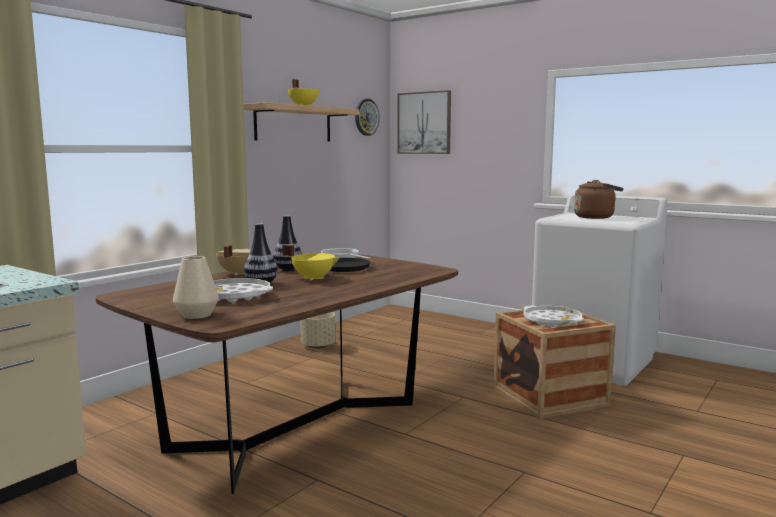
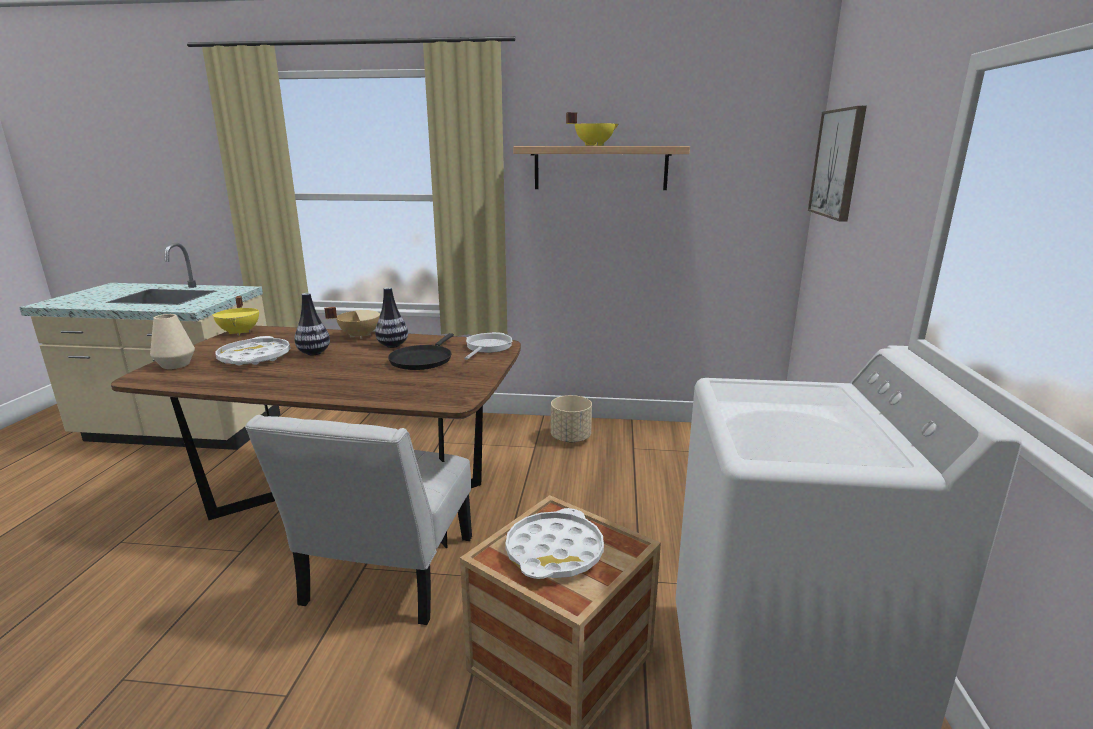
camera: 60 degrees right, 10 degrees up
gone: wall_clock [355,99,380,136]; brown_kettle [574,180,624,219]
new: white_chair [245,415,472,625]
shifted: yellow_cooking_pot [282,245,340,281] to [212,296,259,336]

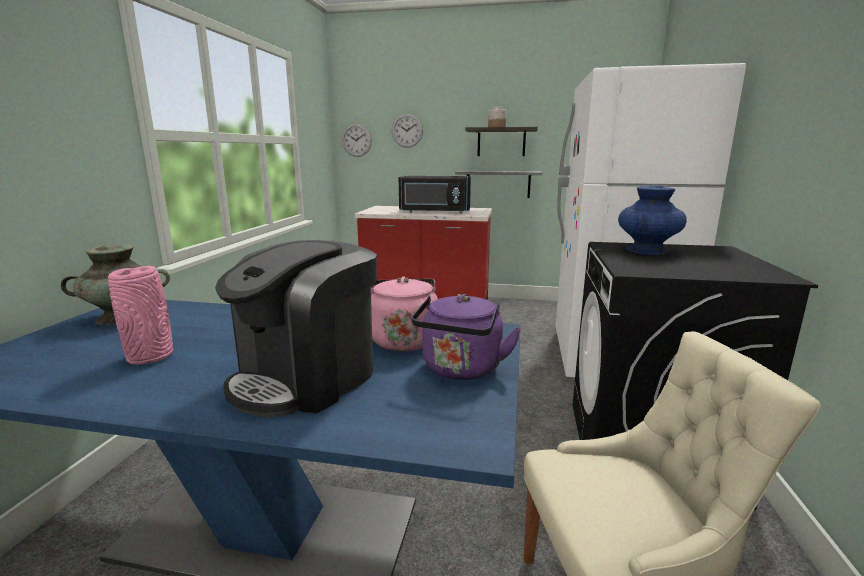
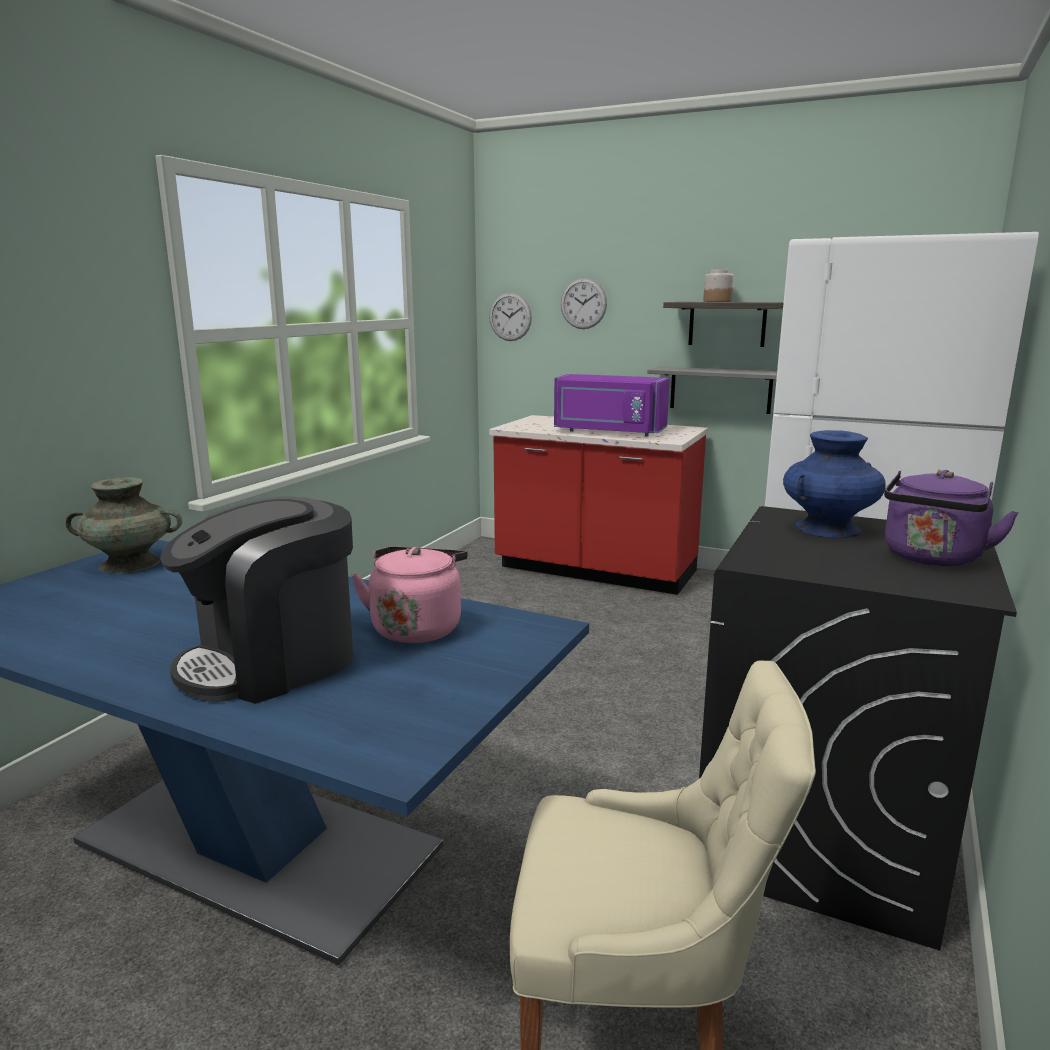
camera: 15 degrees right, 0 degrees up
gone: pink_vase [108,266,173,365]
shifted: purple_kettle [411,294,521,380] to [884,470,1019,567]
repainted: black_microwave [399,176,471,214] to purple_microwave [554,374,670,436]

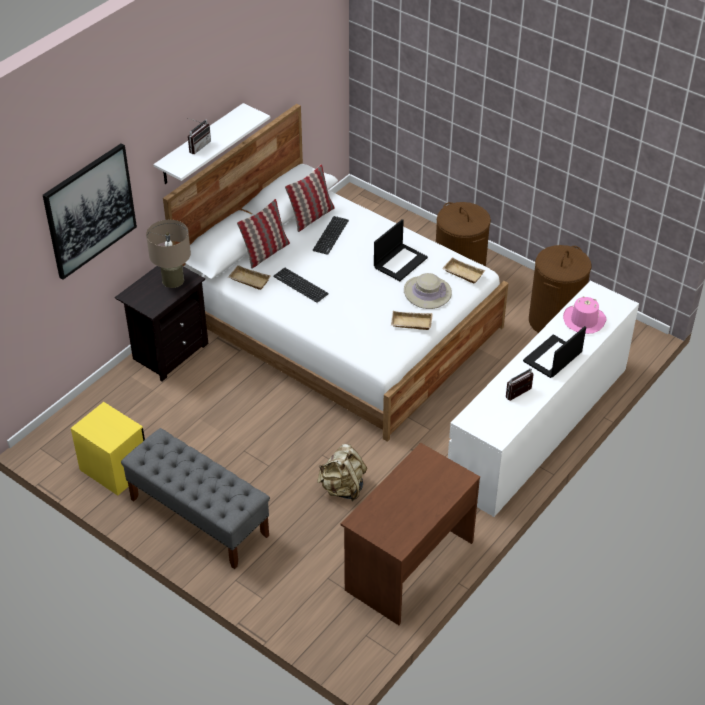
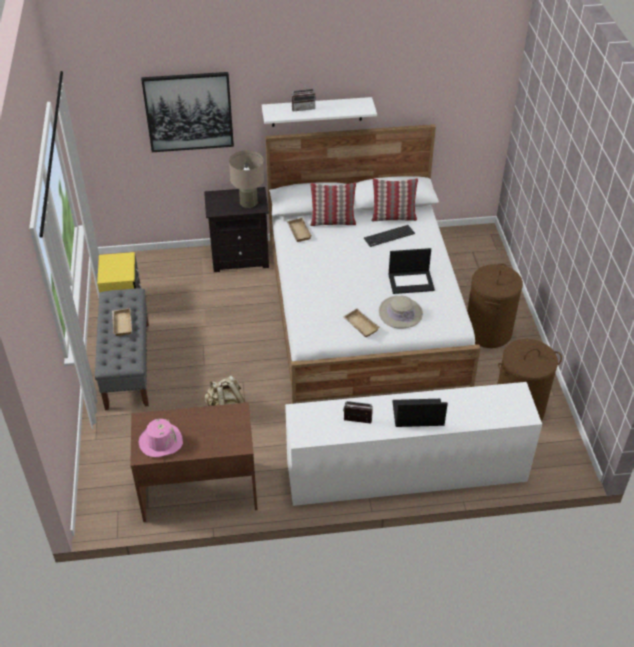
camera: 45 degrees right, 0 degrees up
gone: keyboard [273,268,329,303]
shifted: beige_tray [442,257,485,284] to [112,308,132,336]; pink_hat [563,296,606,334] to [139,419,183,457]

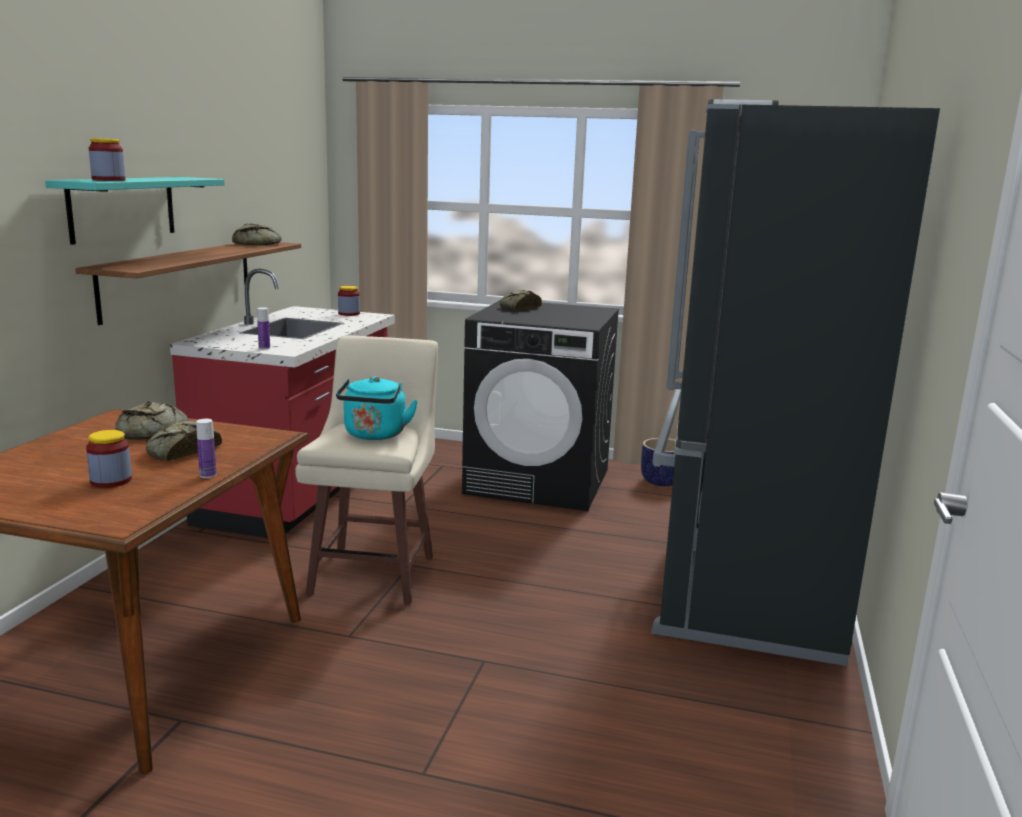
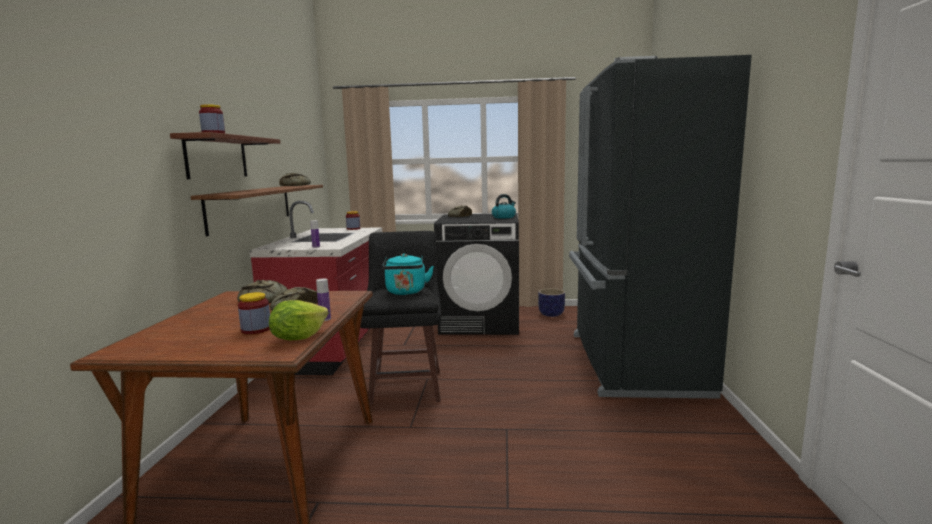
camera: 10 degrees left, 5 degrees down
new: lettuce [269,300,328,340]; kettle [492,194,516,218]
repainted: turquoise_shelf [45,177,225,245] to brown_shelf [170,132,280,179]; beige_stool [295,335,438,604] to black_stool [360,231,441,406]

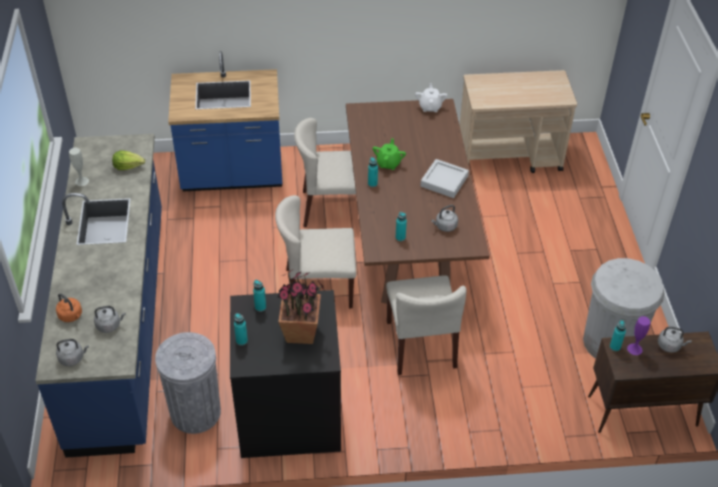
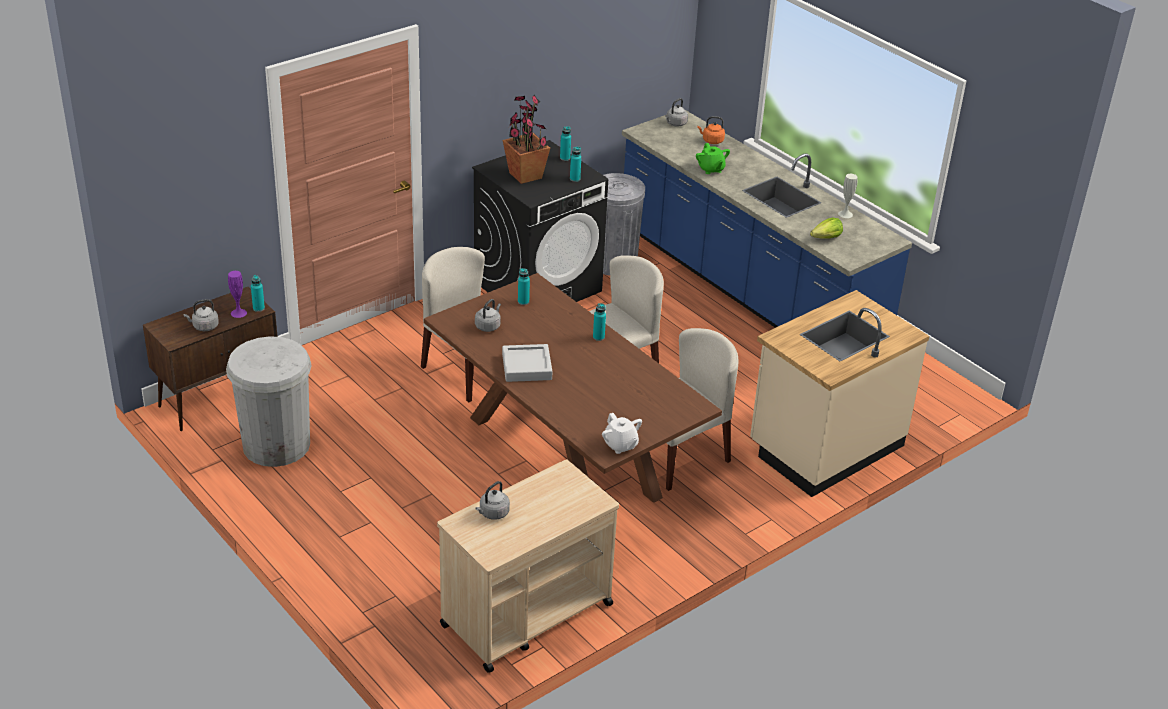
camera: 145 degrees right, 10 degrees down
shifted: grey_kettle [94,306,126,333] to [475,481,510,520]; green_teapot [373,138,406,170] to [696,143,730,174]
repainted: blue_counter [168,51,282,191] to beige_counter [750,290,929,497]

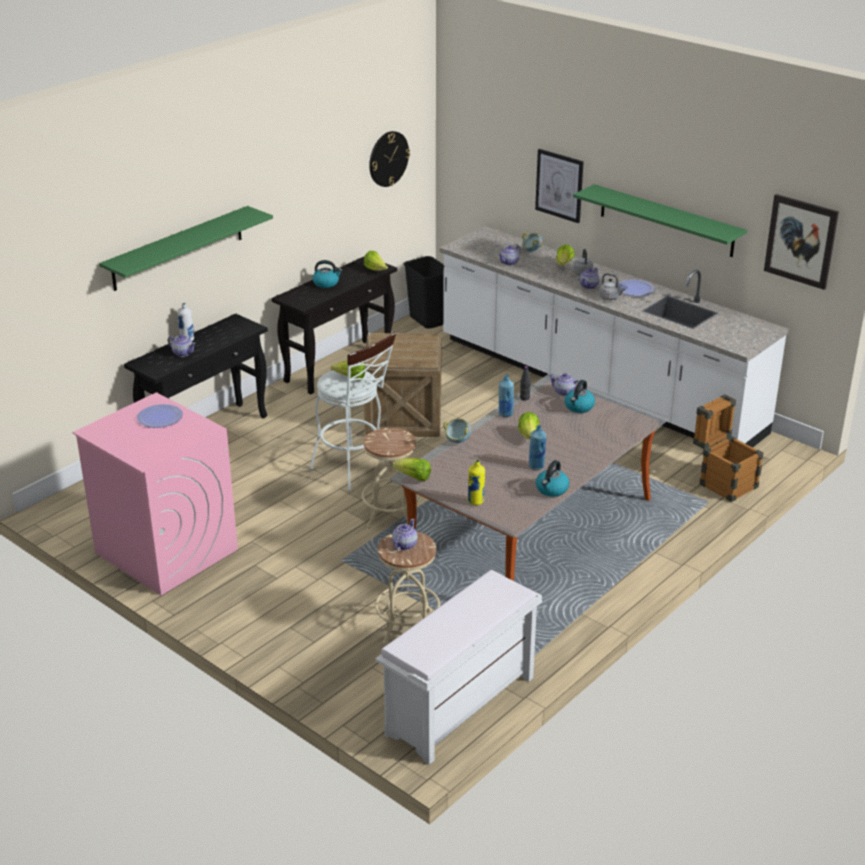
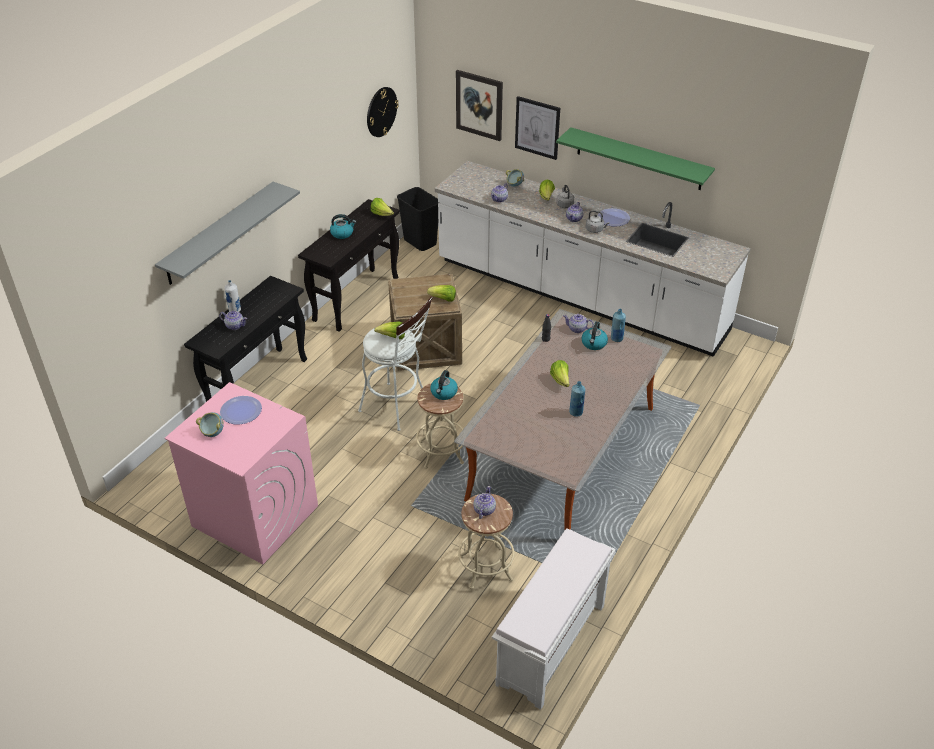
camera: 10 degrees left, 10 degrees up
gone: yellow_bottle [467,460,485,505]; crate [693,394,764,502]
shifted: lettuce [393,458,431,481] to [427,285,456,301]; bowl [443,418,471,443] to [196,412,224,437]; blue_bottle [499,375,514,417] to [611,309,626,342]; kettle [536,460,569,497] to [430,370,458,400]; picture [764,194,839,290] to [456,70,503,141]
repainted: green_shelf [99,206,273,291] to grey_shelf [155,182,300,285]

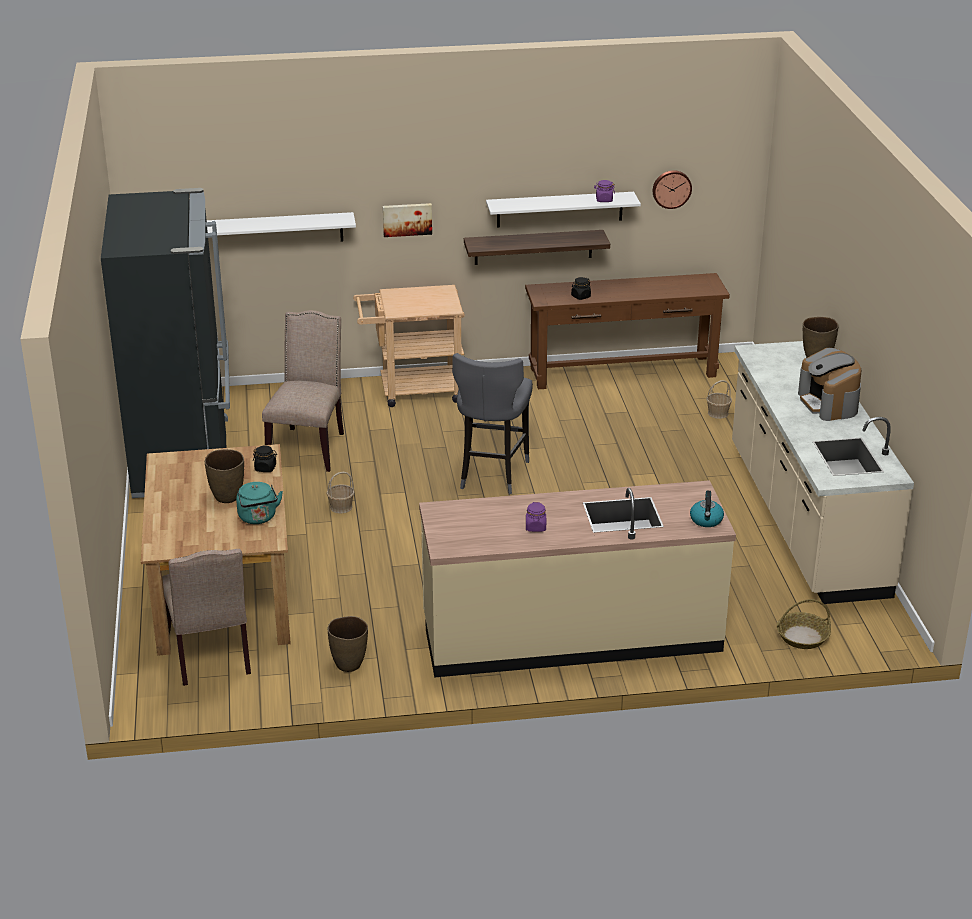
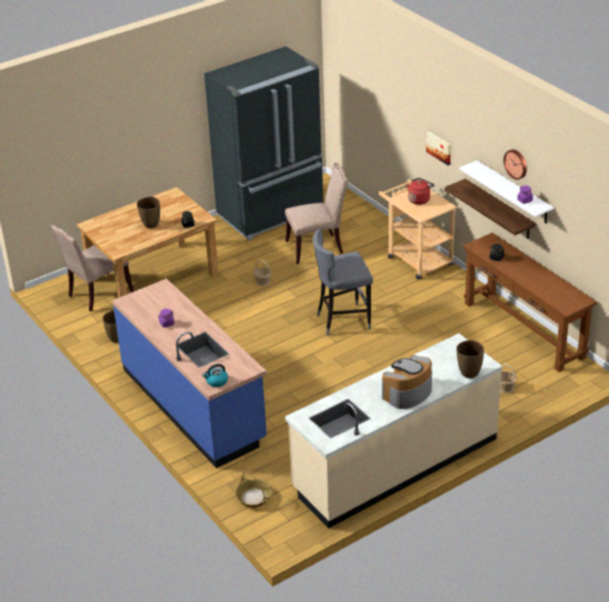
camera: 65 degrees right, 5 degrees up
gone: white_shelf [207,212,356,242]; turquoise_kettle [236,482,283,524]
new: red_kettle [407,178,434,205]
shifted: wall_clock [653,170,692,209] to [504,150,527,180]
repainted: beige_counter [419,480,736,678] to blue_counter [112,278,267,468]

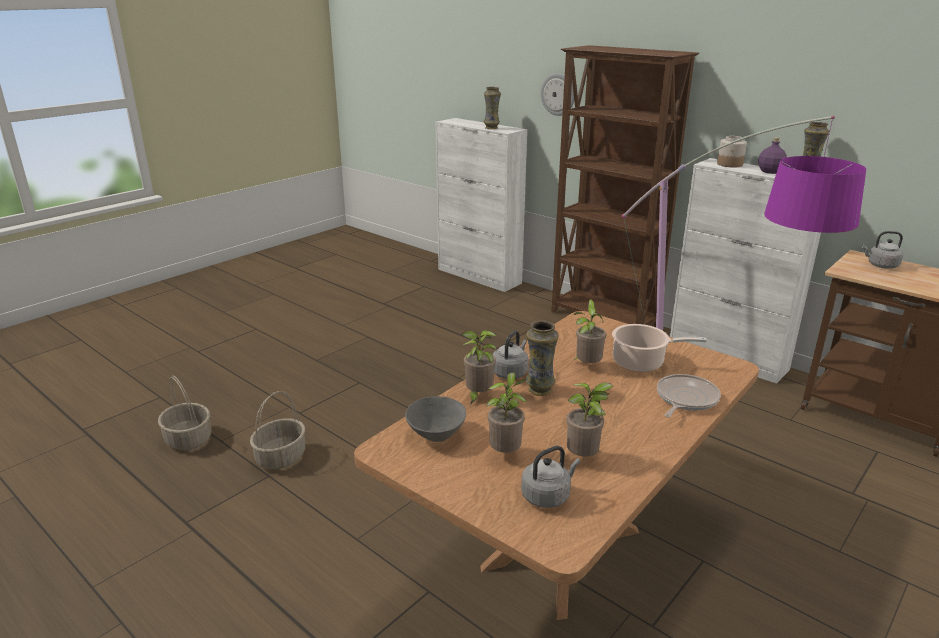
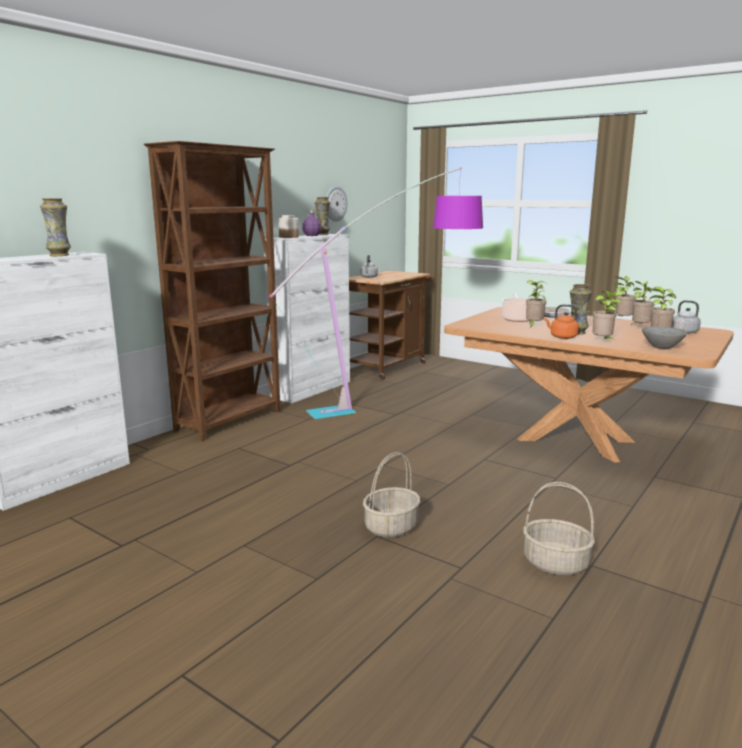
camera: 95 degrees left, 10 degrees down
new: potted_plant [614,276,636,316]
shifted: basket [158,376,211,450] to [363,452,420,538]; wall_clock [541,73,574,116] to [326,186,348,222]
repainted: grey_kettle [492,331,529,379] to orange_kettle [544,304,579,339]

